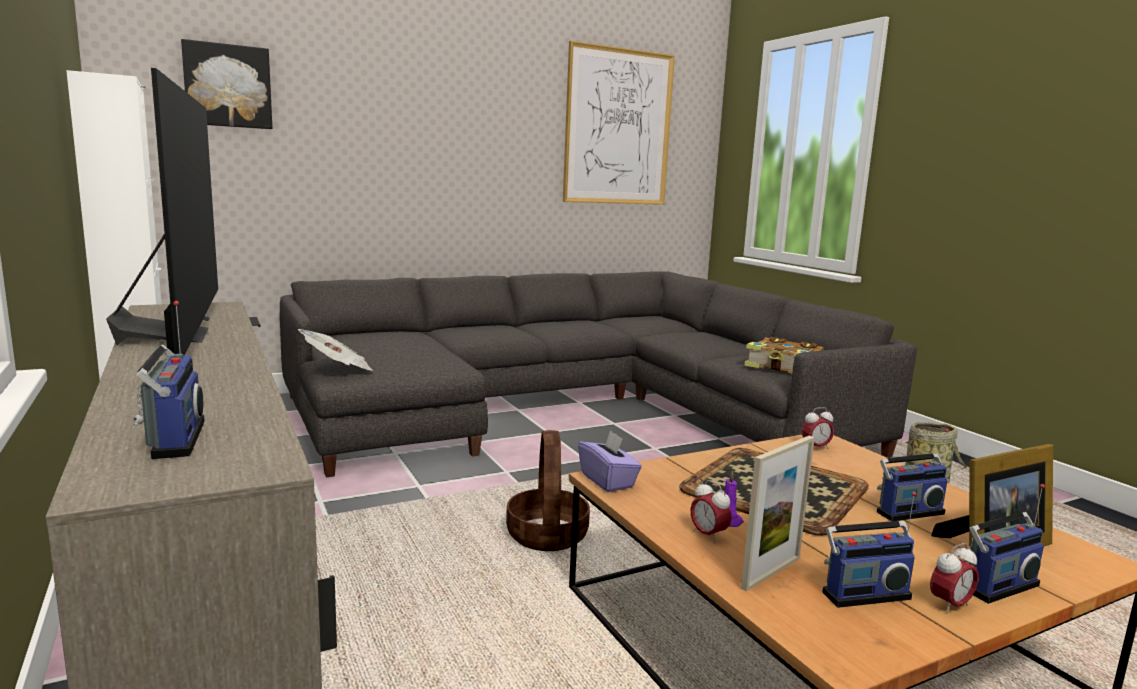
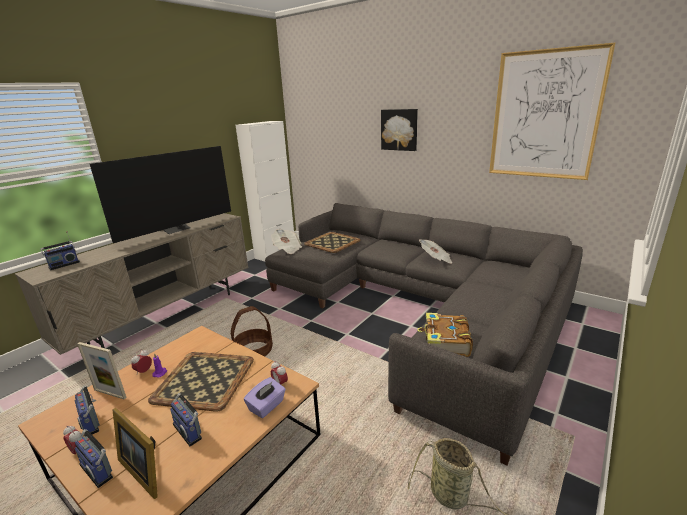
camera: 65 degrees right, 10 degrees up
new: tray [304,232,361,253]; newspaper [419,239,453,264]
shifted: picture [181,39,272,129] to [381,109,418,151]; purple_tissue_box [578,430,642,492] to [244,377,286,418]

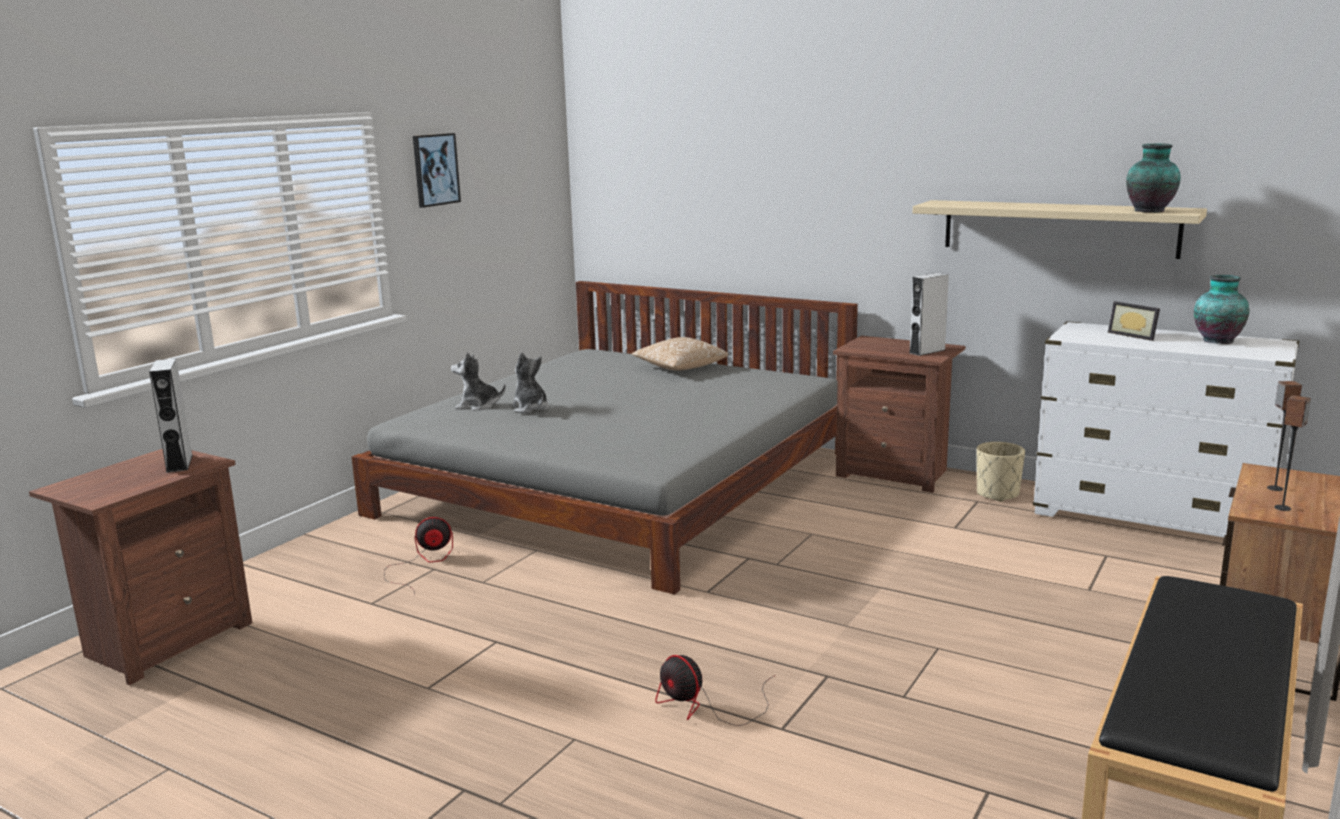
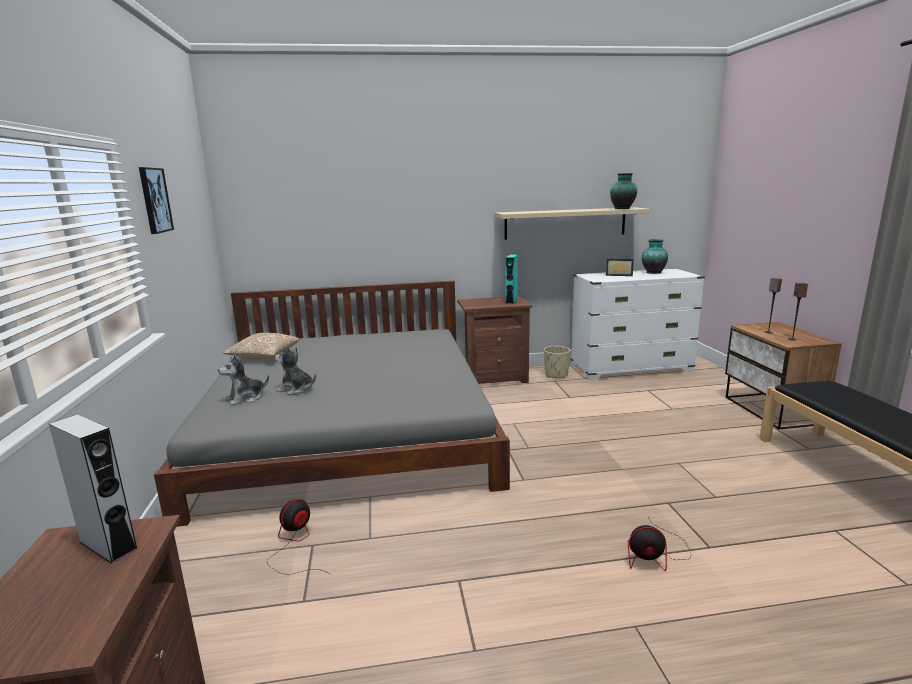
camera: 40 degrees left, 0 degrees up
shifted: pillow [632,337,728,371] to [223,333,300,359]
repainted: grey_speaker [910,273,949,356] to turquoise_speaker [505,254,518,304]

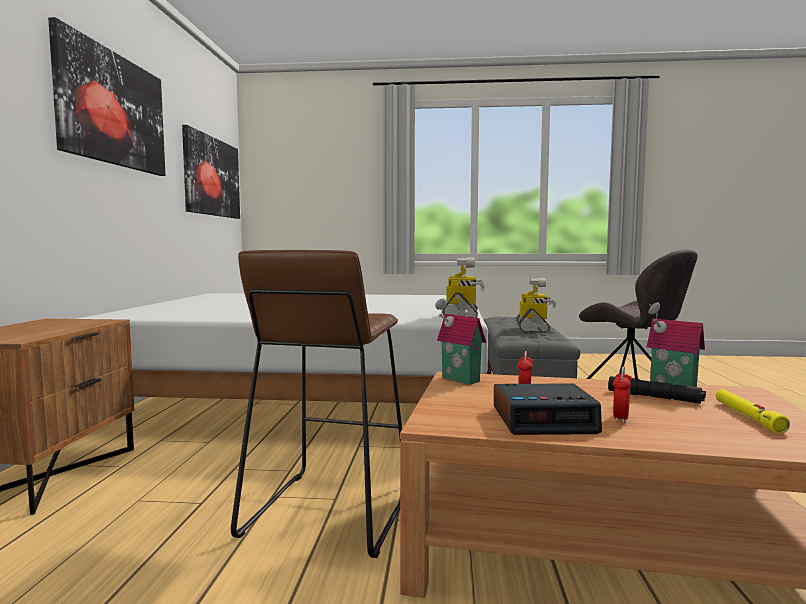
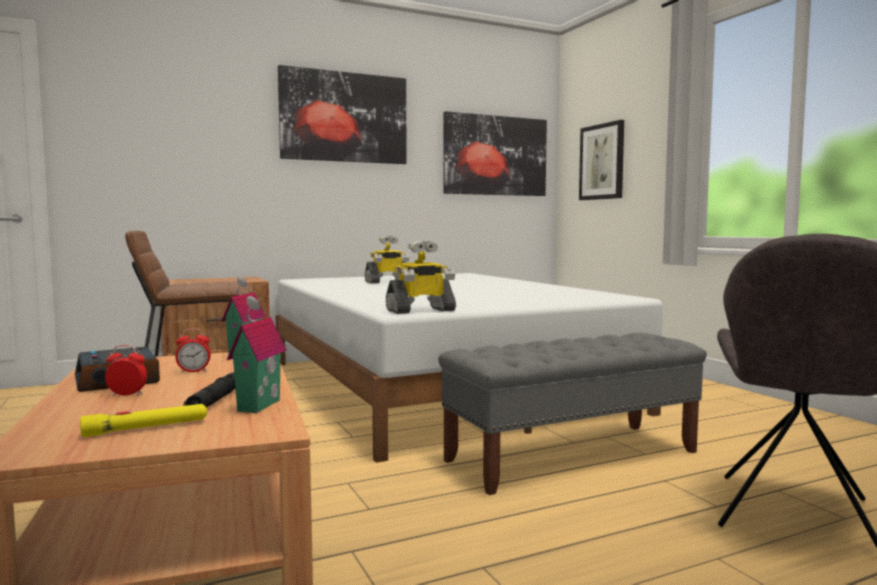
camera: 60 degrees right, 0 degrees up
new: picture [579,120,624,200]
shifted: toy_robot [516,278,556,333] to [365,236,409,283]

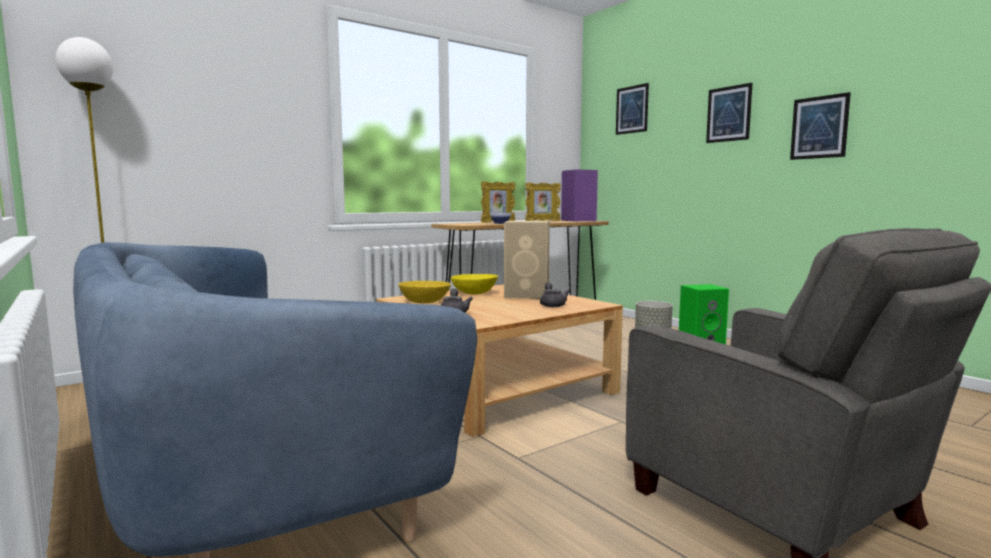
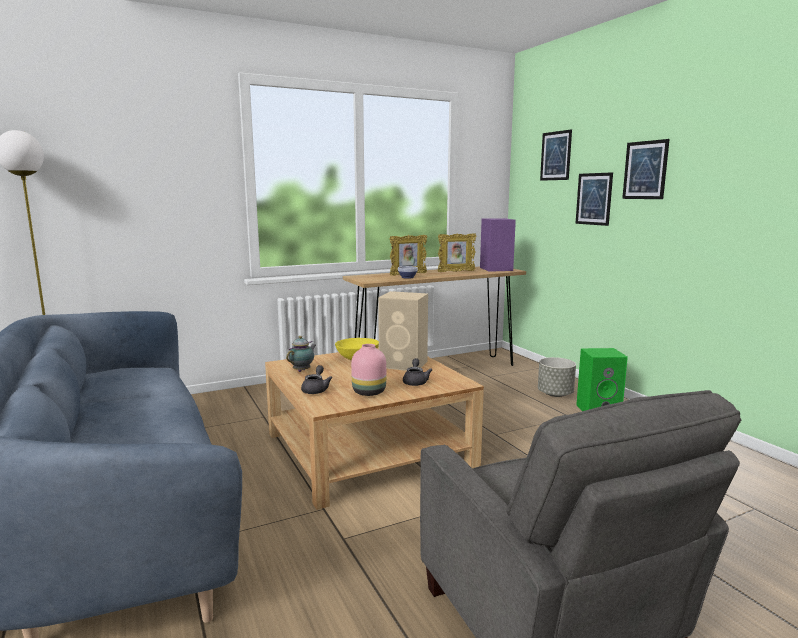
camera: 10 degrees right, 5 degrees up
new: pink_vase [351,344,386,396]
shifted: picture [790,92,851,160] to [575,172,613,226]
swapped: yellow_bowl [399,281,451,303] to teapot [286,336,316,372]

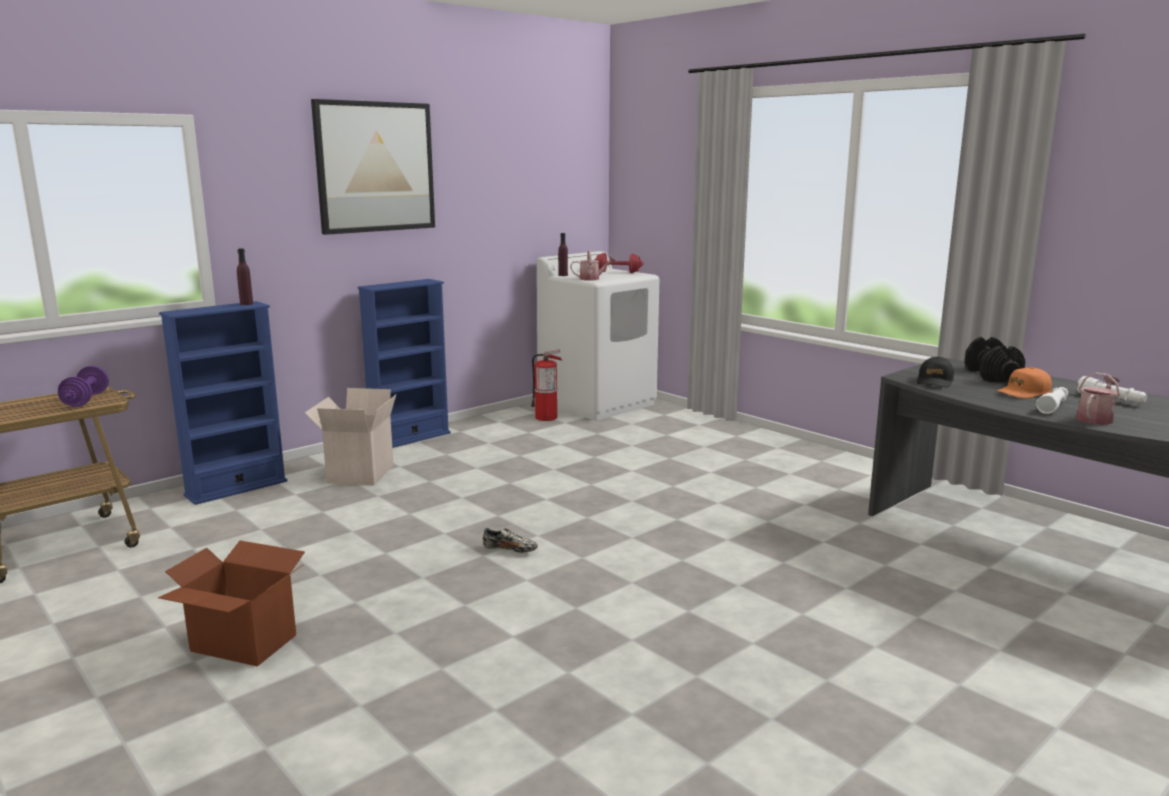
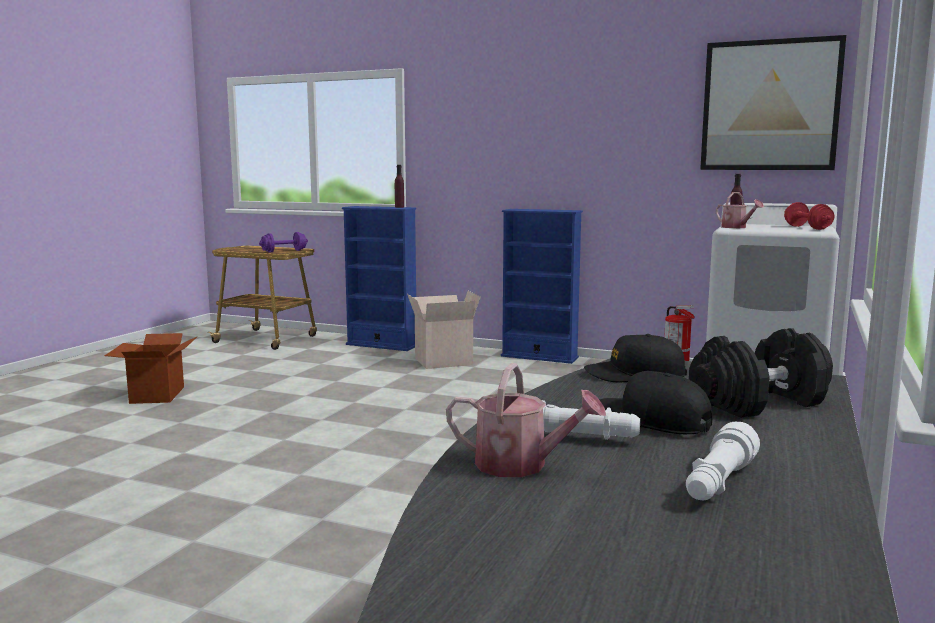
camera: 65 degrees right, 5 degrees down
gone: shoe [483,528,538,553]
shifted: picture [311,99,435,235] to [700,35,846,170]
repainted: orange_cap [997,367,1052,399] to black_cap [600,371,712,434]

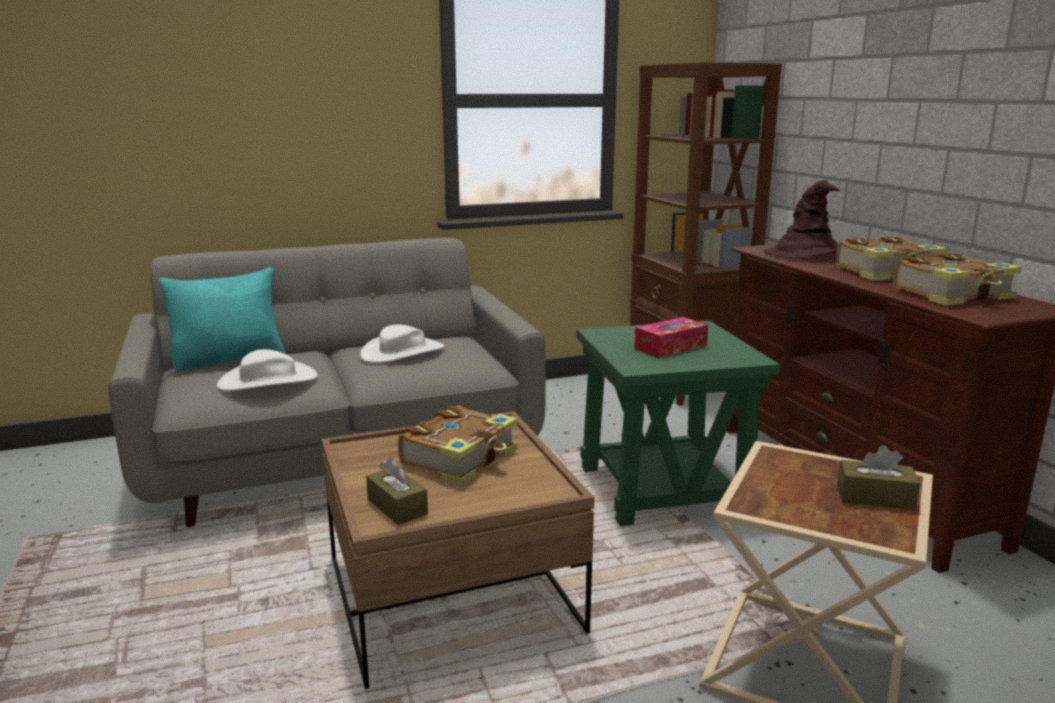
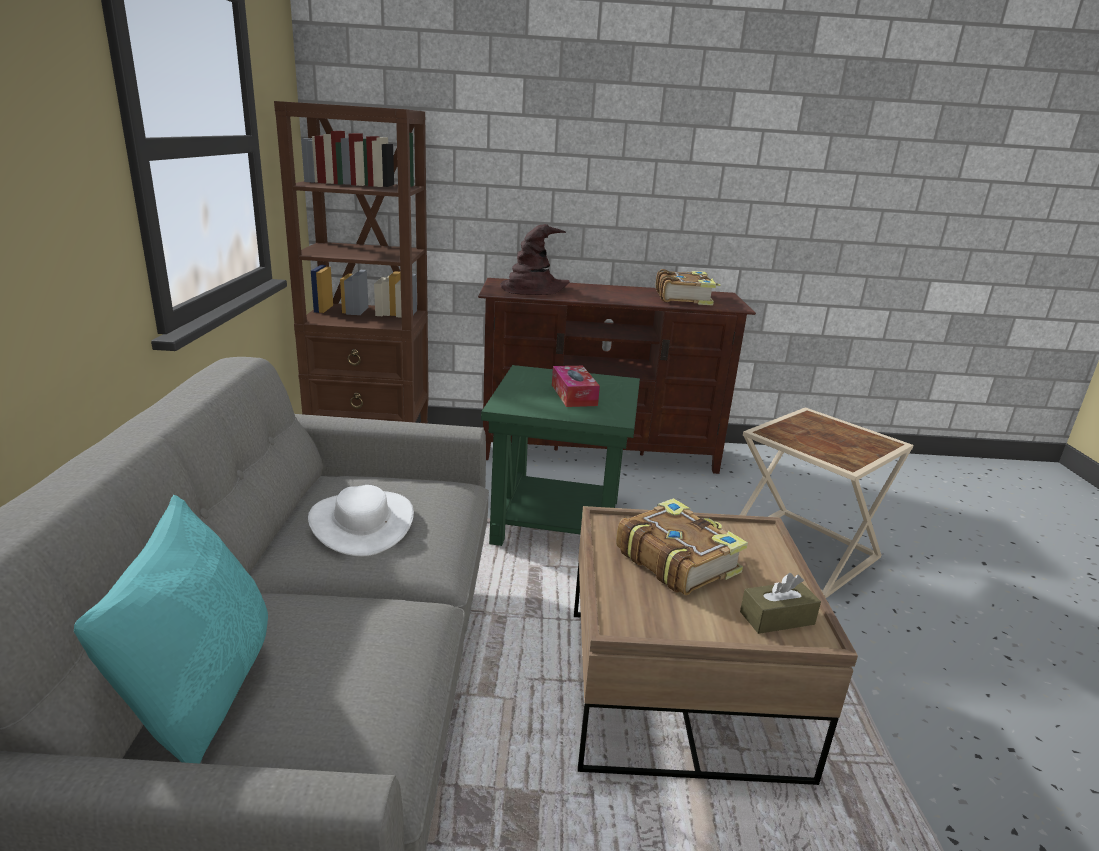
camera: 70 degrees left, 5 degrees up
gone: white_hat [217,349,318,391]; book [836,236,948,281]; brown_tissue_box [837,445,920,510]

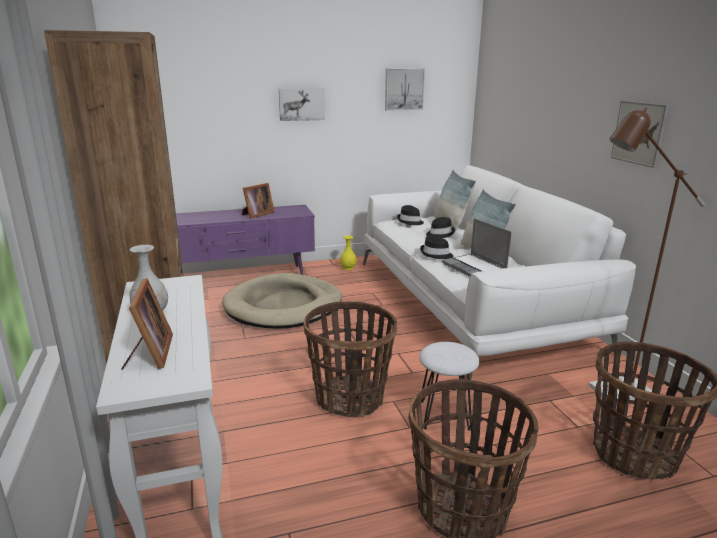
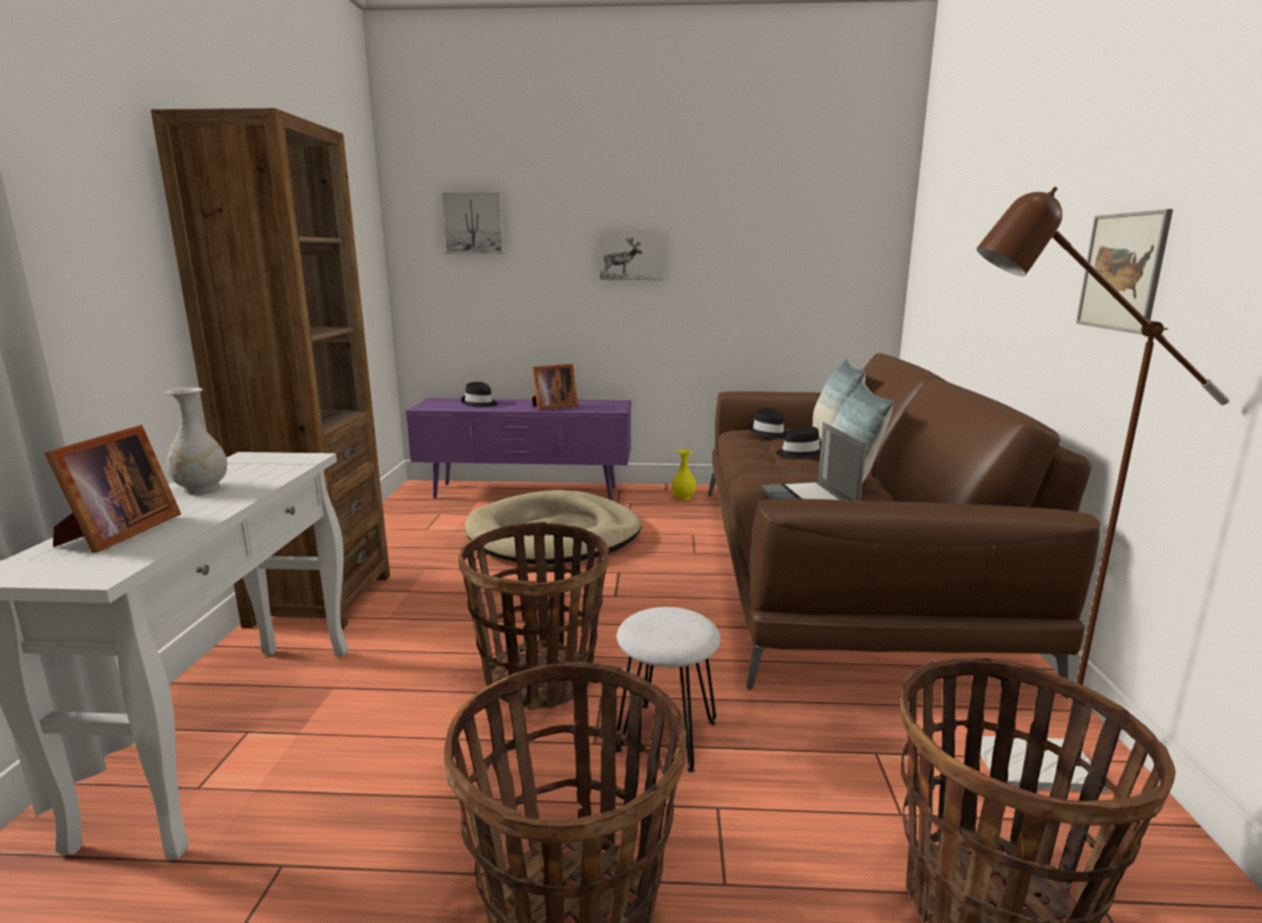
camera: 20 degrees right, 5 degrees down
shifted: picture [385,69,425,111] to [441,192,504,254]; black_hat [420,235,454,259] to [461,382,498,407]
repainted: white_sofa [363,165,636,380] to brown_sofa [708,353,1100,699]

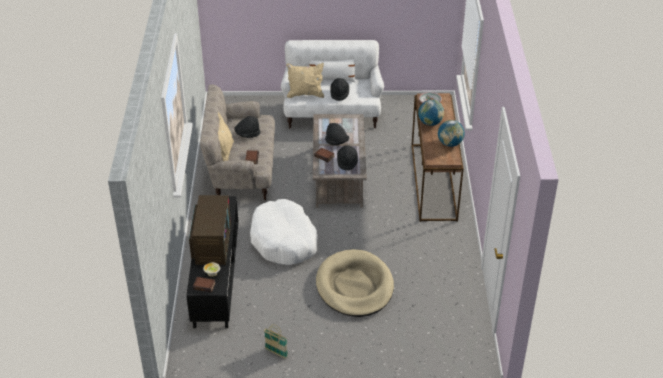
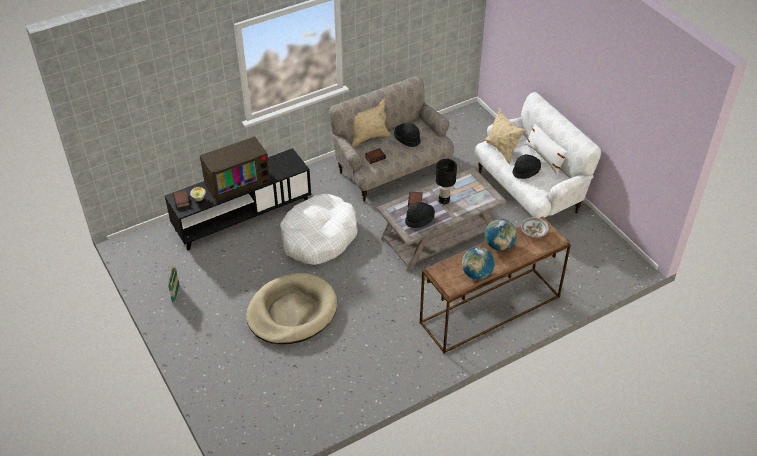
camera: 60 degrees right, 5 degrees up
swapped: black_hat [325,123,349,145] to black_table_lamp [435,159,457,204]

